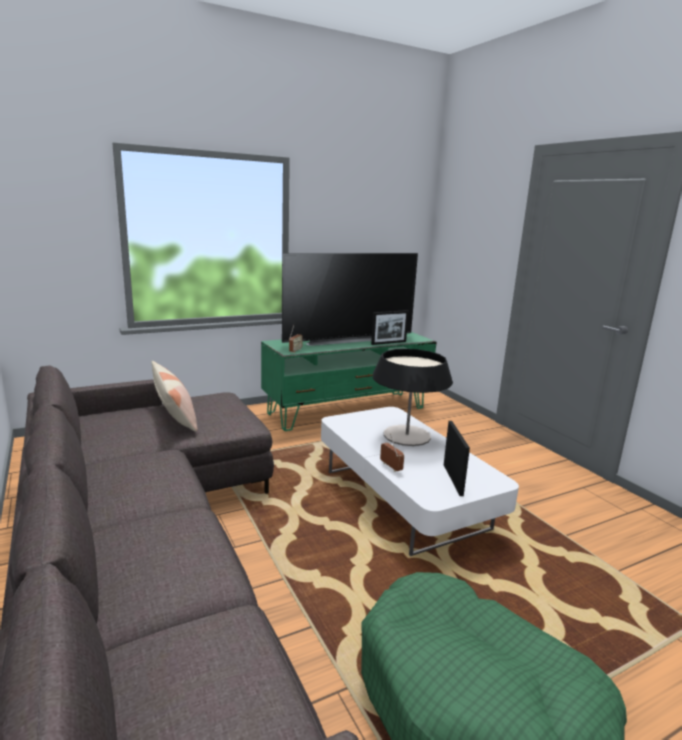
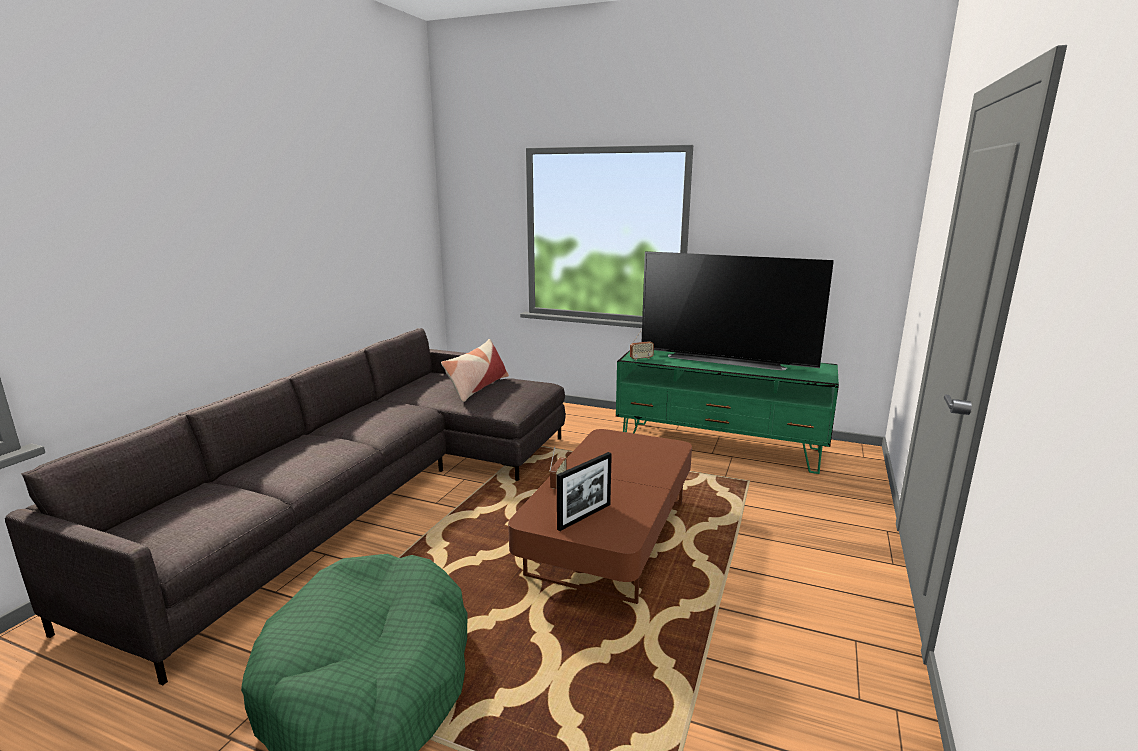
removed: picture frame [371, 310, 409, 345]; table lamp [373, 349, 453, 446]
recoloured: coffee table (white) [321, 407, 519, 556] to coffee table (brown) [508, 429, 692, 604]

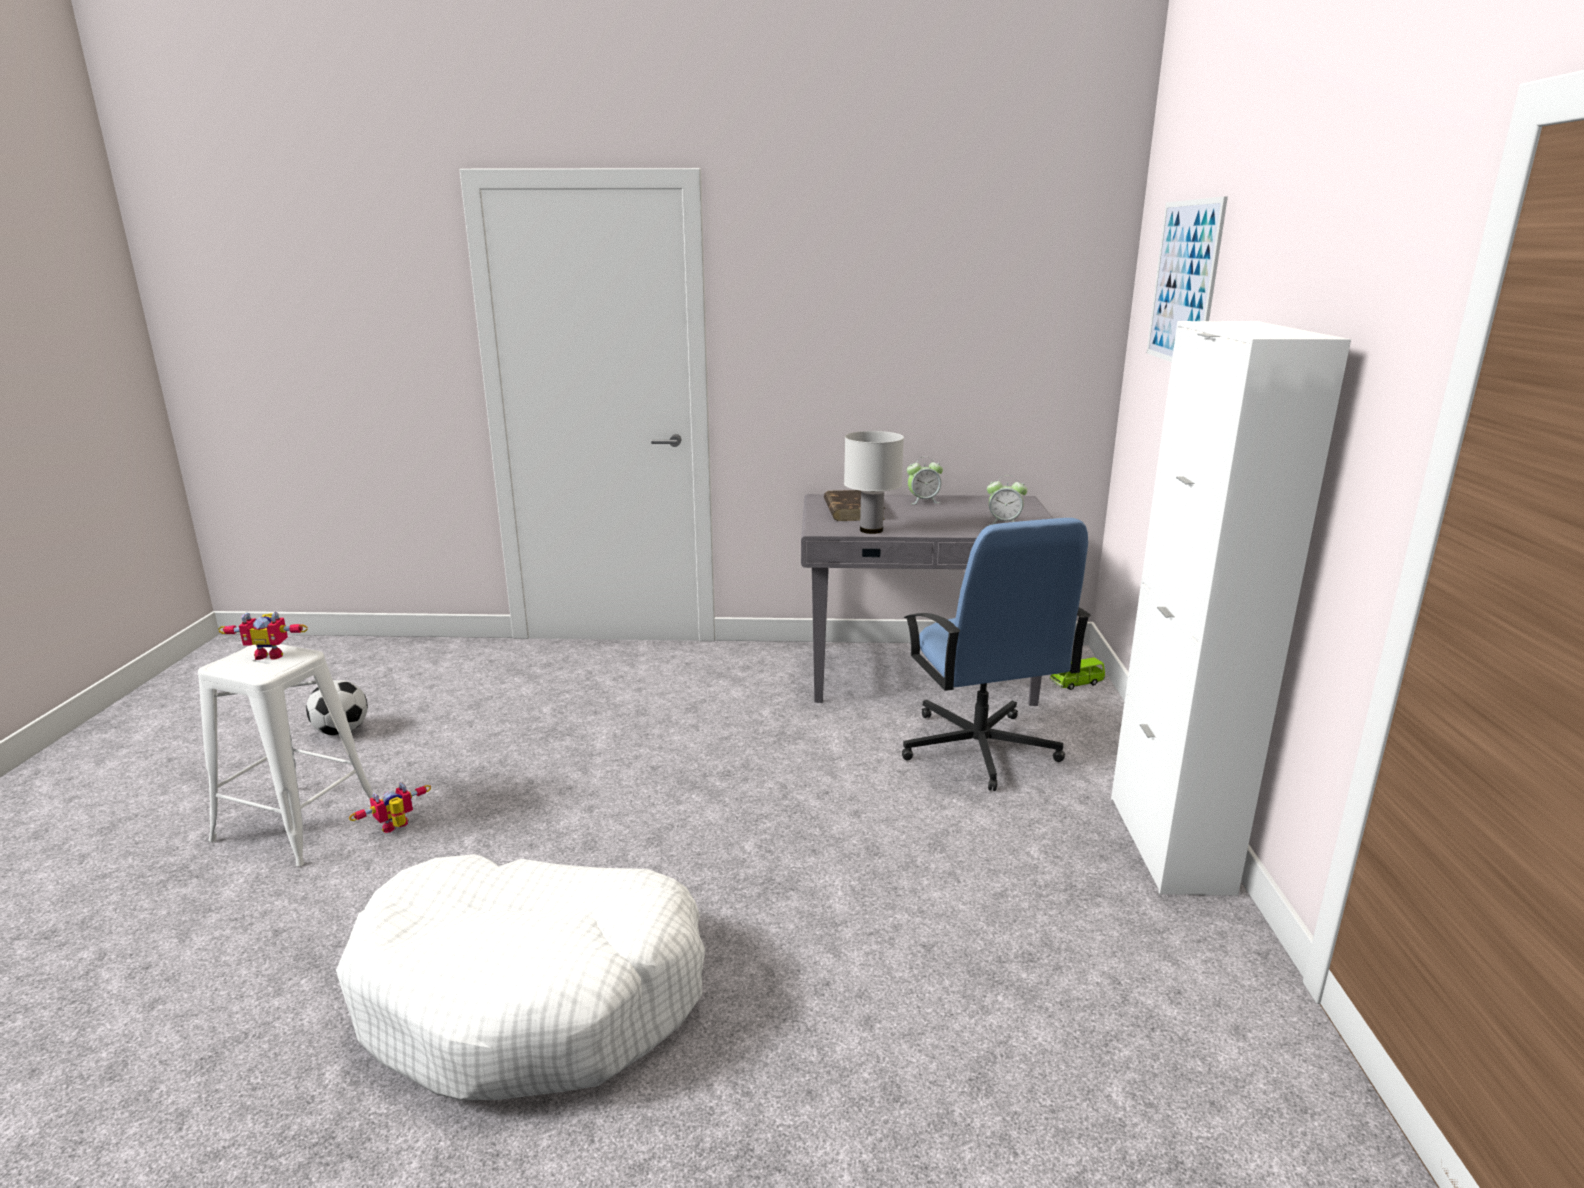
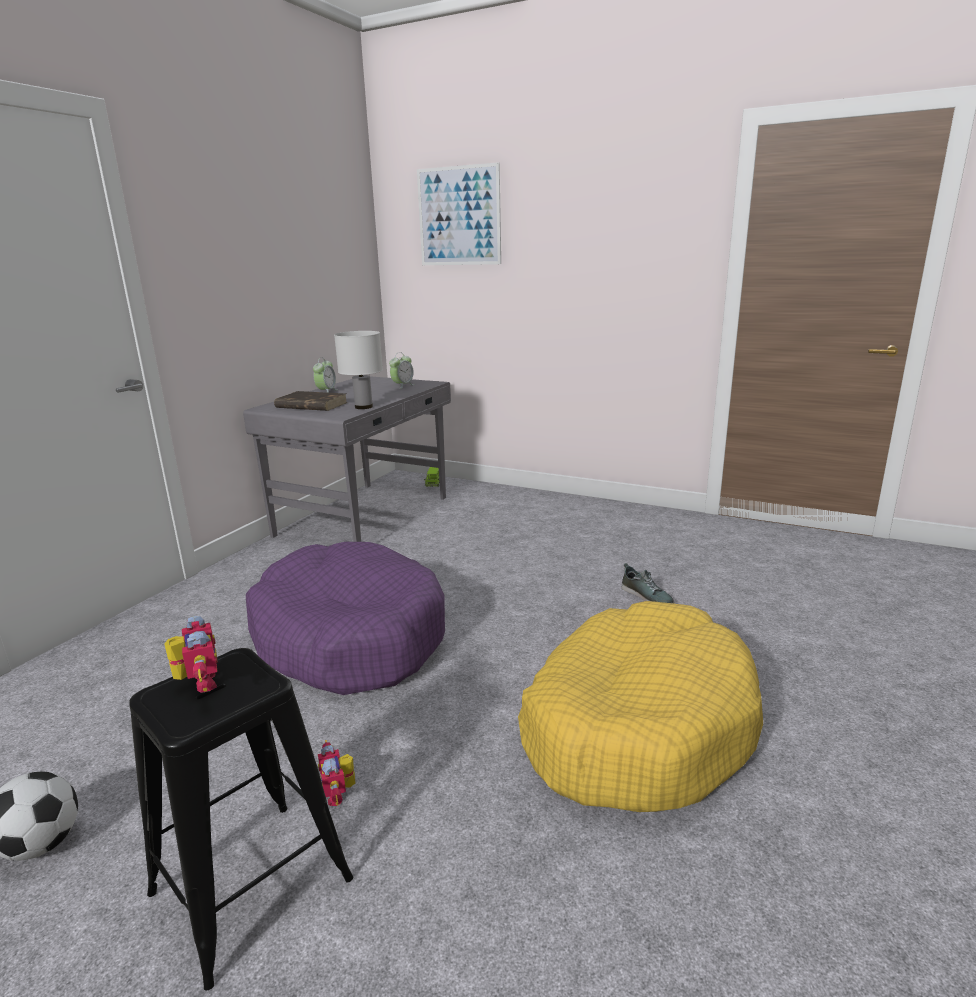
removed: cabinet (white) [1111, 321, 1351, 896]; office chair (blue) [902, 518, 1091, 791]
added: dog bed (purple) [246, 542, 445, 695]; shoe [622, 563, 674, 604]
recoloured: stool (white) [198, 644, 373, 866] to stool (black) [129, 648, 353, 991]; dog bed (white) [336, 854, 706, 1100] to dog bed (yellow) [518, 601, 763, 812]
turned: toy robot [218, 612, 308, 660] = [164, 616, 218, 693] 45 degrees counterclockwise

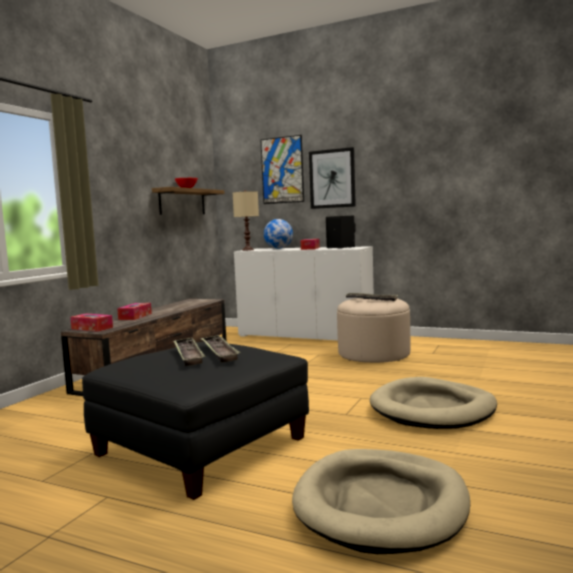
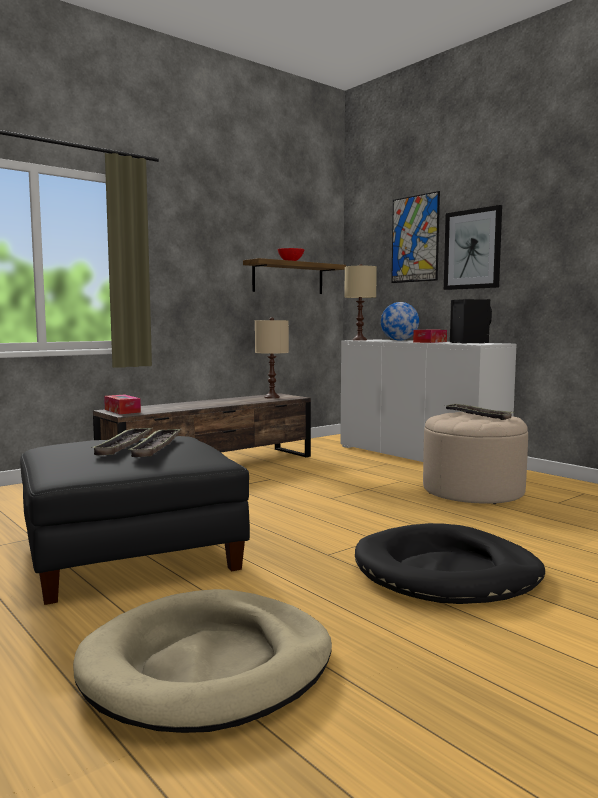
removed: tissue box [117, 303, 152, 320]
added: table lamp (beige) [255, 317, 289, 399]
recoloured: dog bed (beige) [370, 377, 497, 429] to dog bed (black) [355, 523, 545, 604]

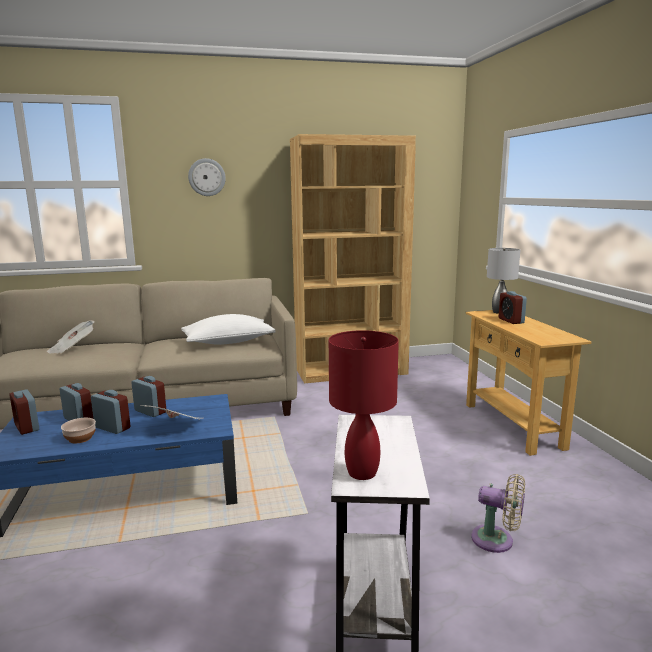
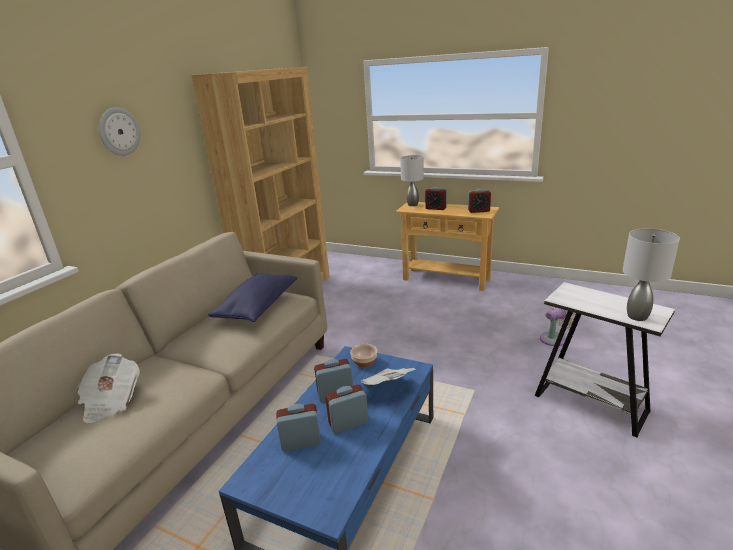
moved: alarm clock [9, 389, 39, 435] to [468, 189, 491, 213]; bowl [61, 418, 96, 443] to [350, 344, 377, 368]
recoloured: pillow (white) [181, 314, 276, 345] to pillow (blue) [208, 274, 297, 322]; table lamp (red) [329, 330, 399, 480] to table lamp (grey) [623, 228, 680, 321]

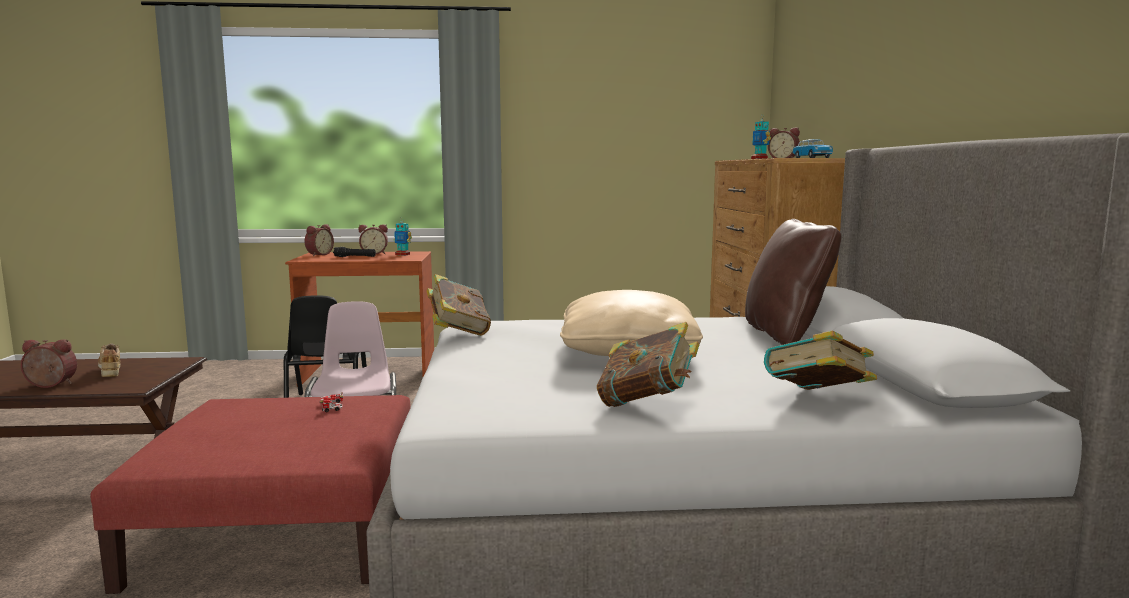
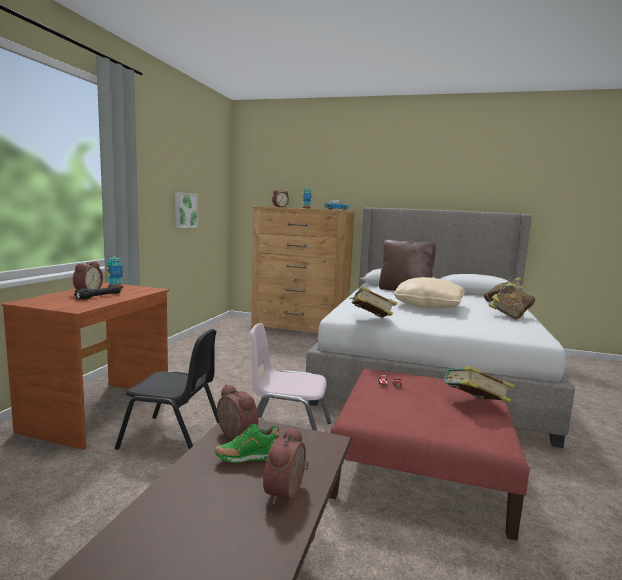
added: picture [175, 192, 198, 228]; book [443, 366, 514, 402]
moved: alarm clock [305, 224, 334, 256] to [217, 384, 259, 440]
recoloured: shoe (beige) [98, 343, 121, 377] to shoe (green) [214, 424, 279, 463]

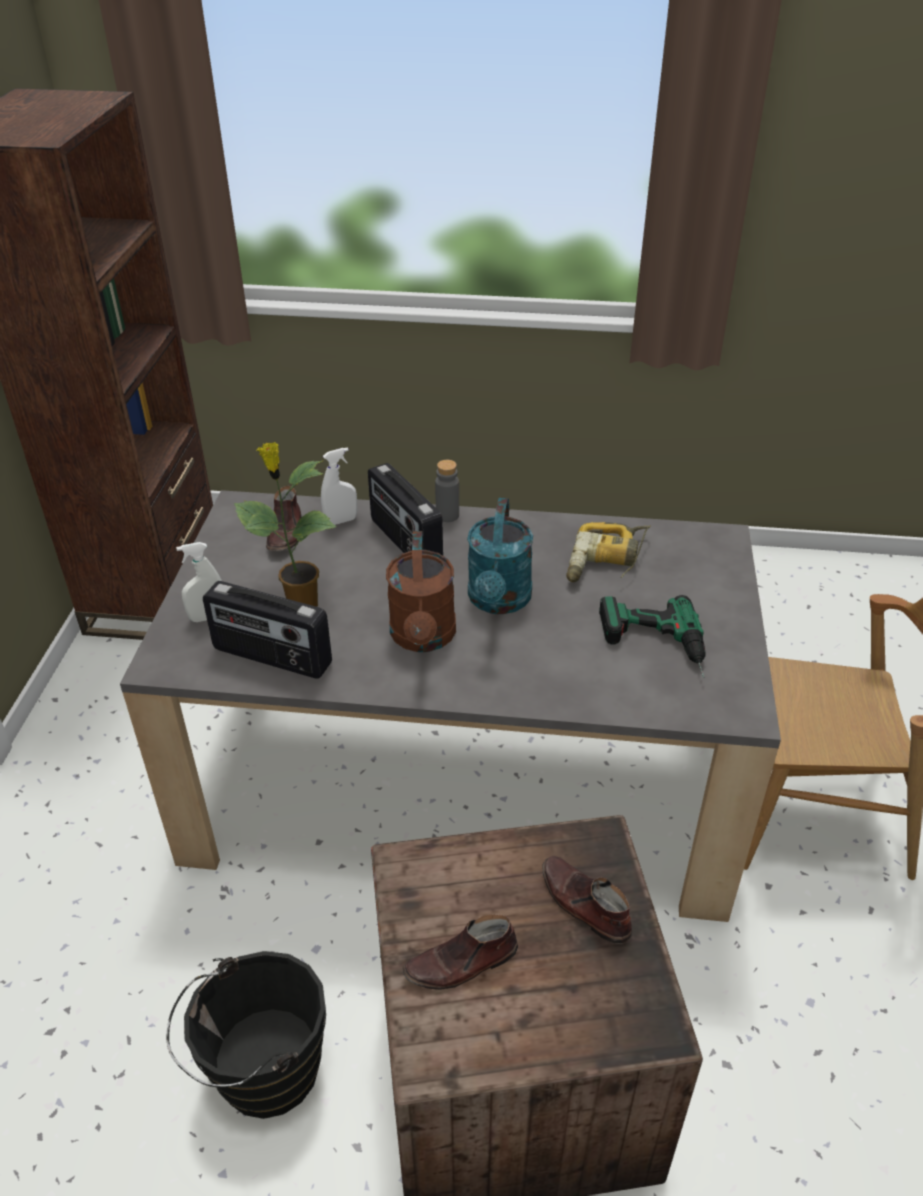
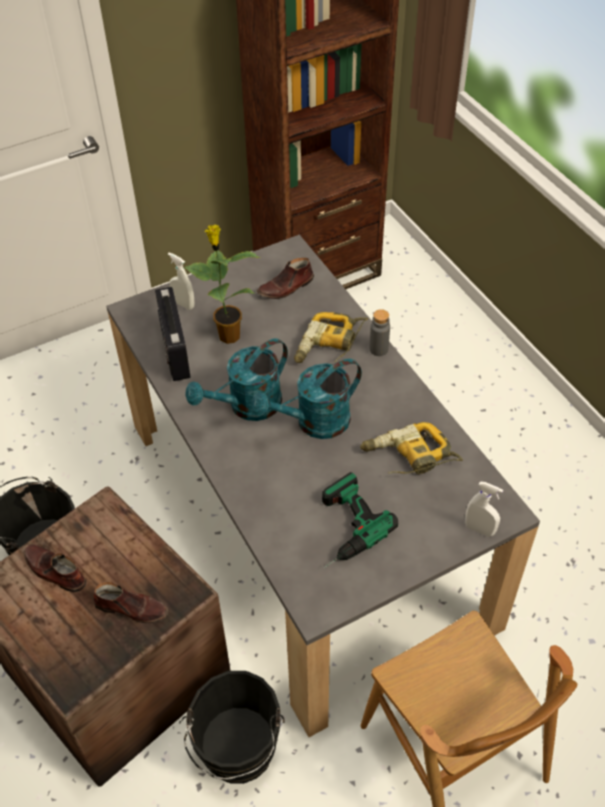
added: bucket (black) [179, 671, 285, 784]
moved: spray bottle (white) [321, 447, 357, 525] to [465, 481, 503, 537]
replaced: radio [368, 463, 443, 556] to power drill [294, 312, 368, 363]
recoloured: watering can (brown) [386, 531, 456, 652] to watering can (turquoise) [185, 338, 288, 421]
turned: shoe (brown) [542, 856, 632, 944] = [94, 582, 168, 623] 90 degrees clockwise

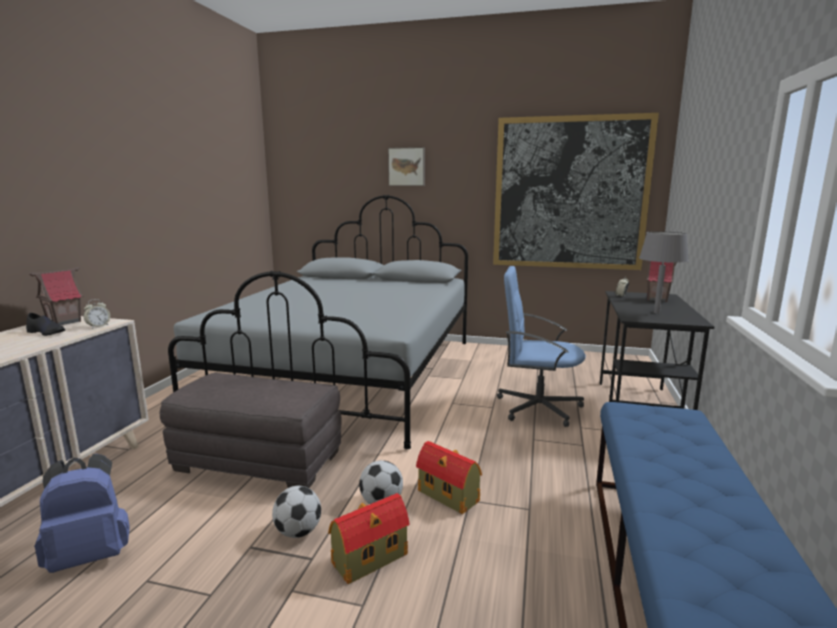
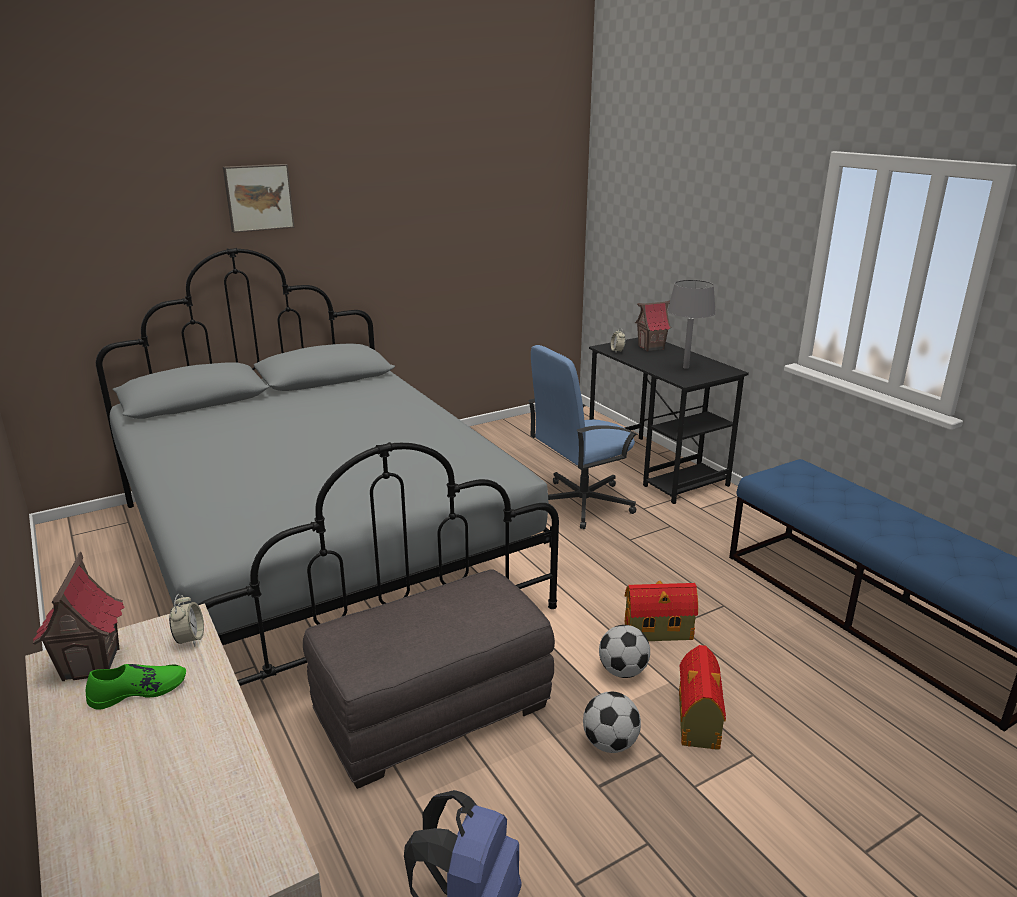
removed: picture [493, 113, 659, 270]
recoloured: shoe (black) [26, 313, 65, 336] to shoe (green) [85, 664, 186, 710]

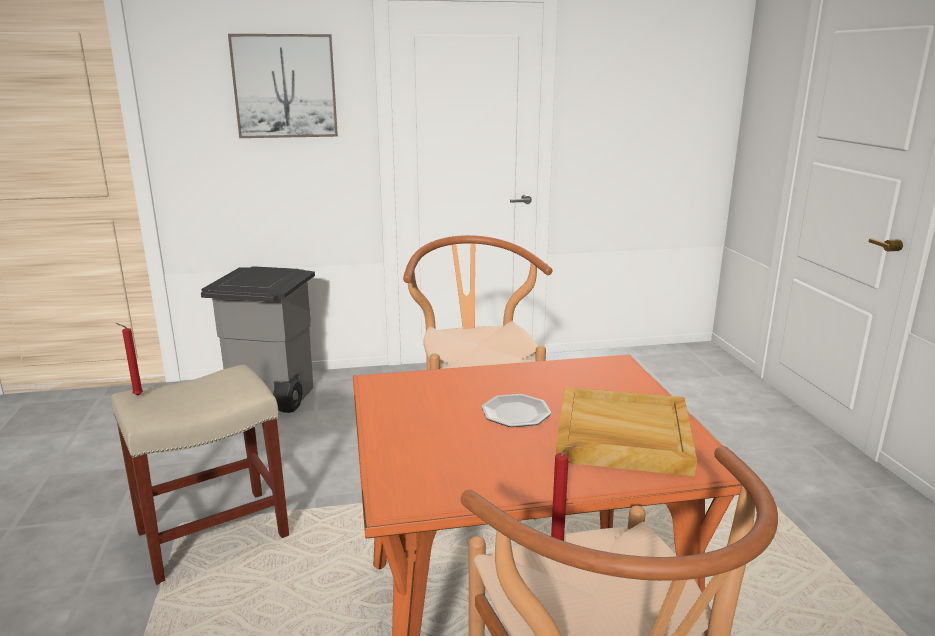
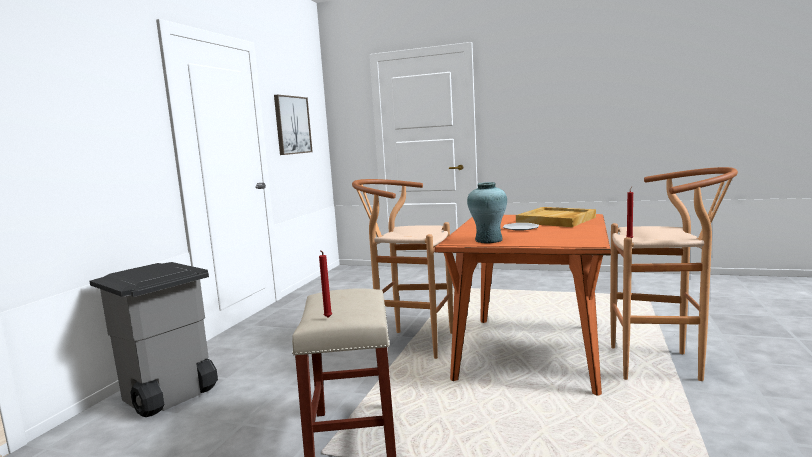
added: vase (turquoise) [467, 182, 507, 243]
moved: picture [228, 34, 338, 138] to [274, 95, 313, 155]

